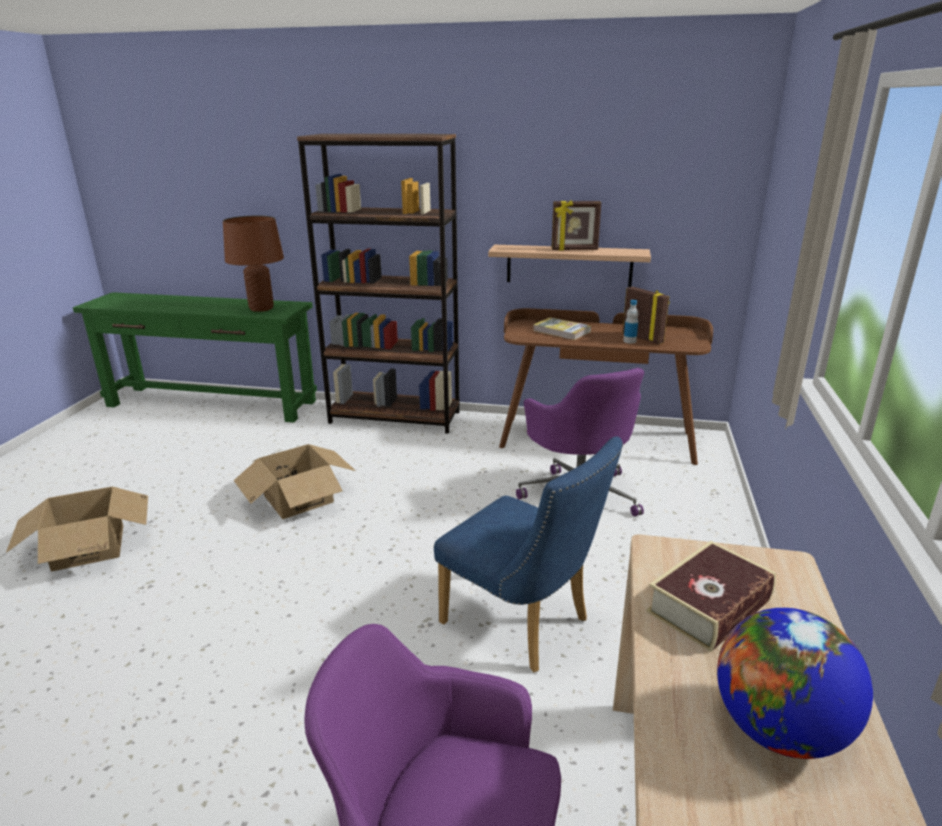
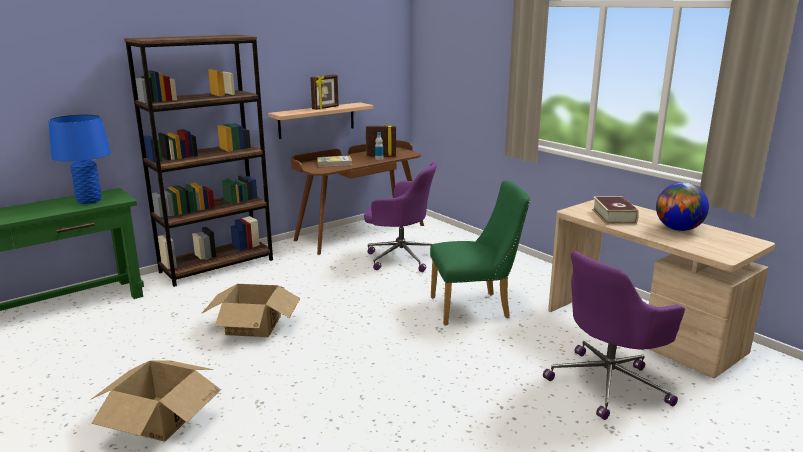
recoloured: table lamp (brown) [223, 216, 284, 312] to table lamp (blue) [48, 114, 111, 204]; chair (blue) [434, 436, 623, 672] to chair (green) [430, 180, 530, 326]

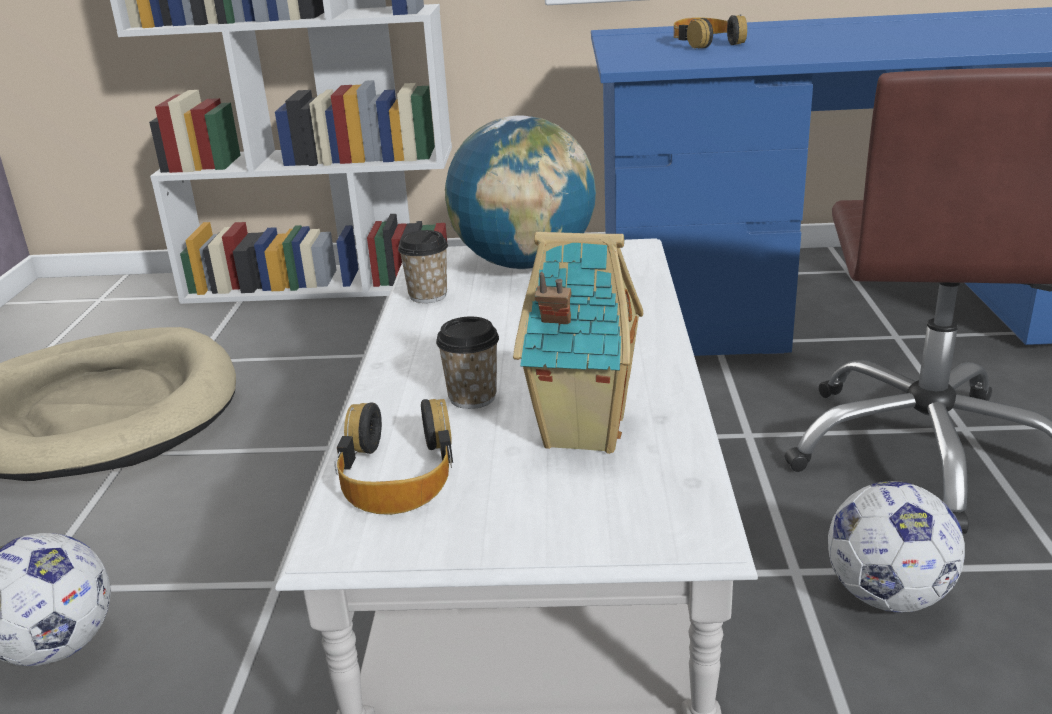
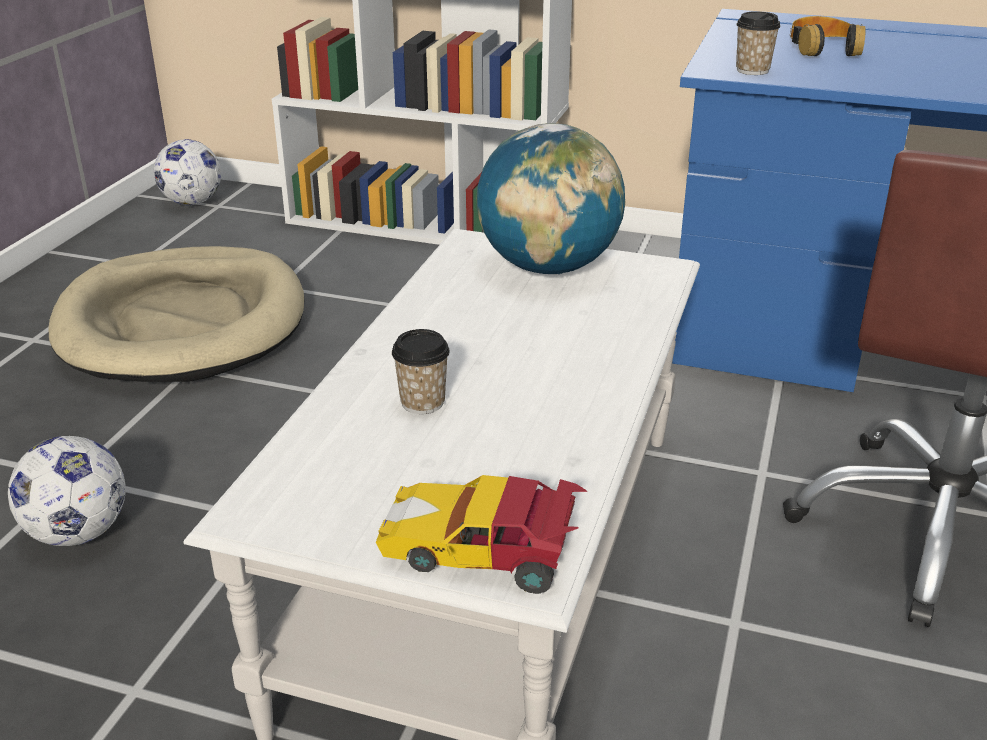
removed: toy house [513, 232, 643, 454]; headphones [334, 399, 453, 515]
added: toy car [376, 475, 587, 594]
moved: cup [398, 230, 448, 303] to [736, 11, 780, 75]; football [828, 481, 965, 613] to [154, 139, 221, 205]

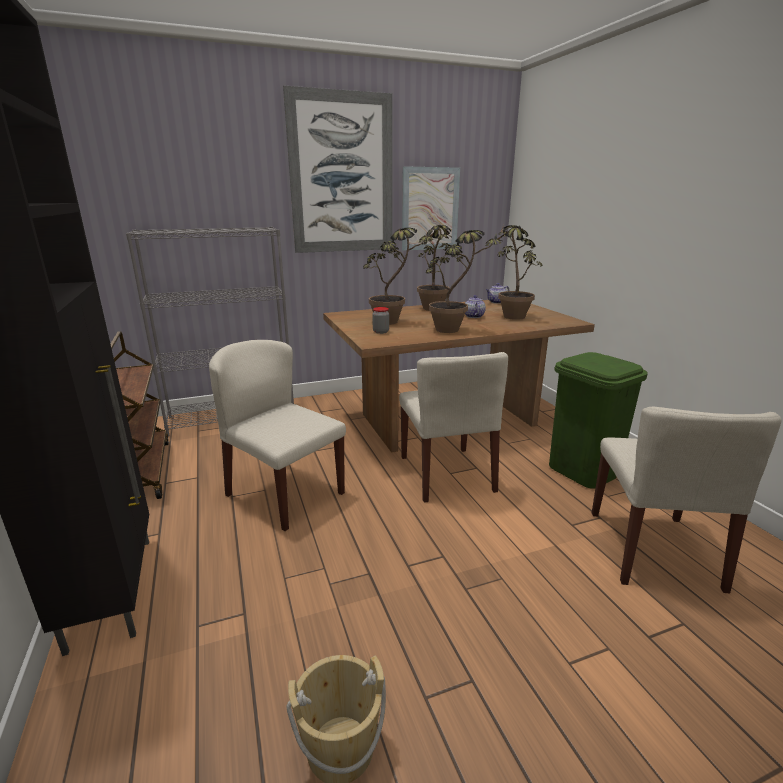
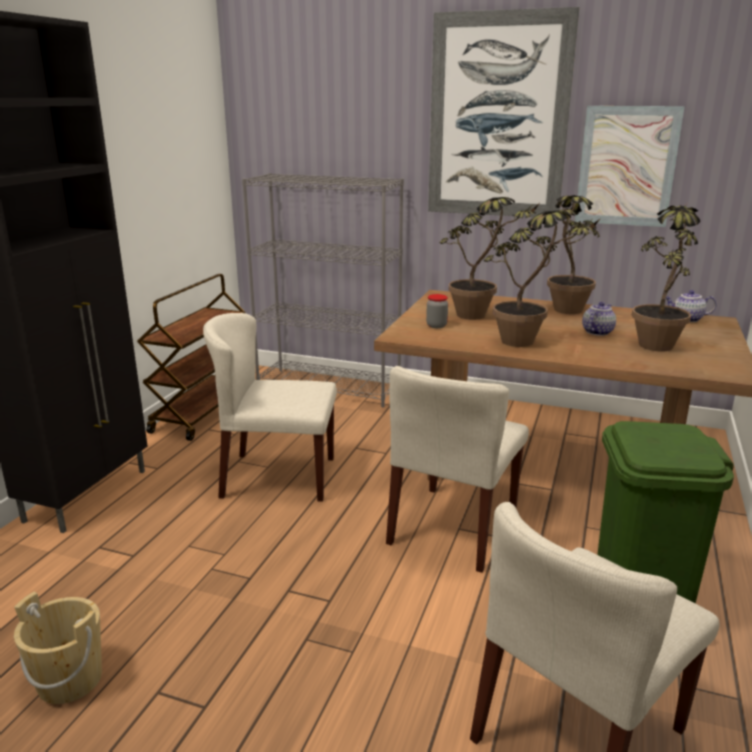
turned: chair (beige) [209, 340, 346, 531] = [203, 313, 337, 502] 75 degrees counterclockwise

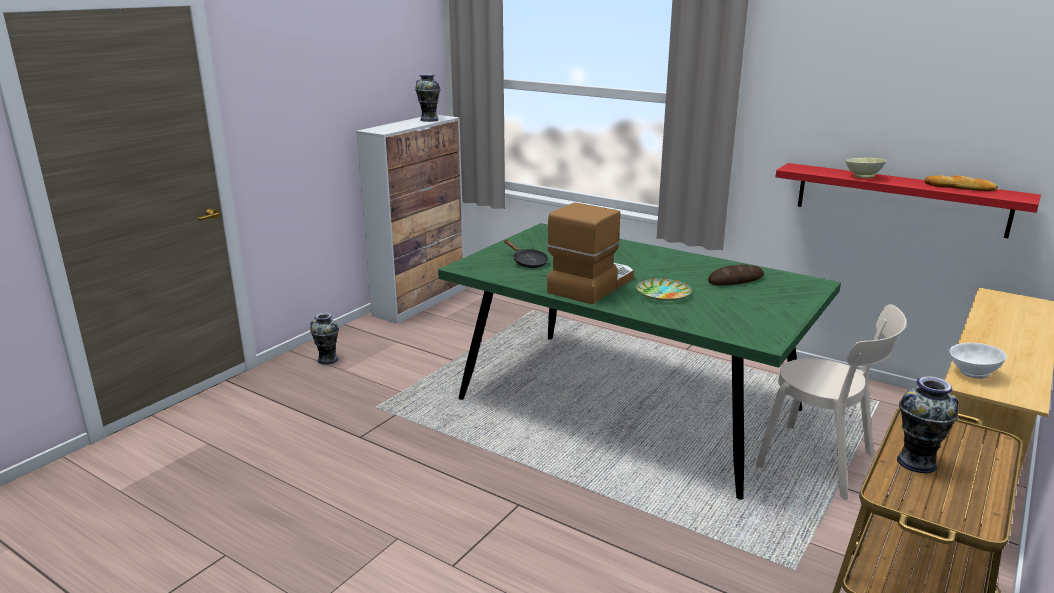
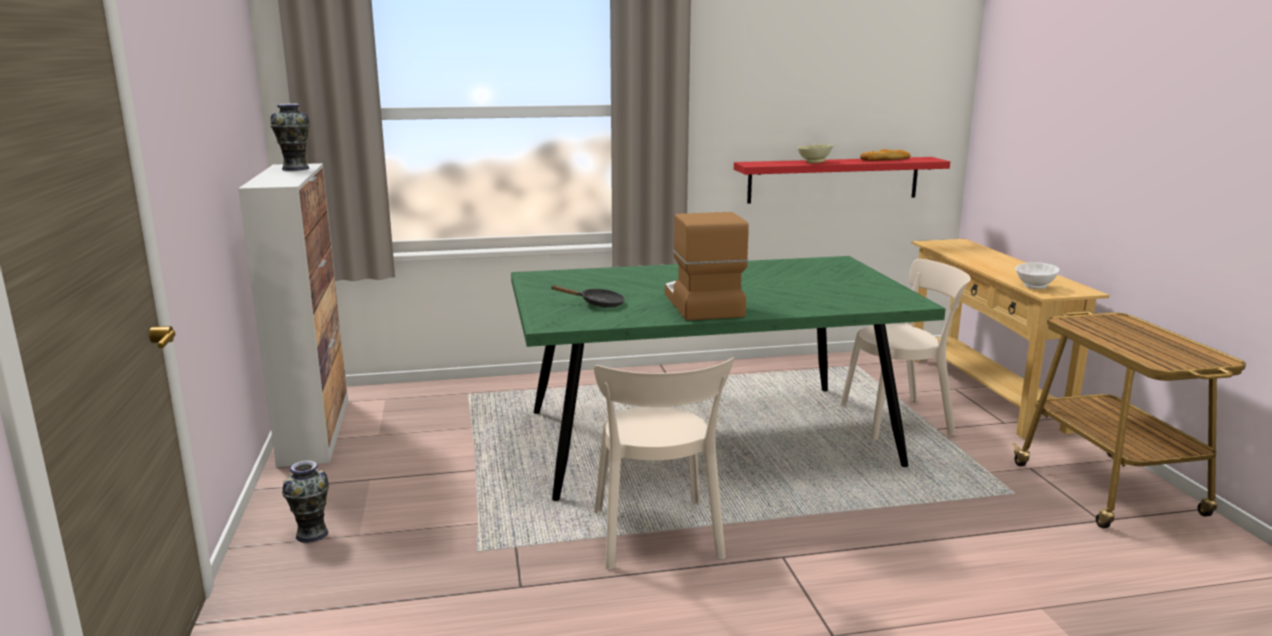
removed: bread [708, 264, 764, 285]; plate [636, 278, 692, 301]; vase [897, 376, 959, 473]
added: chair (beige) [594, 357, 734, 570]

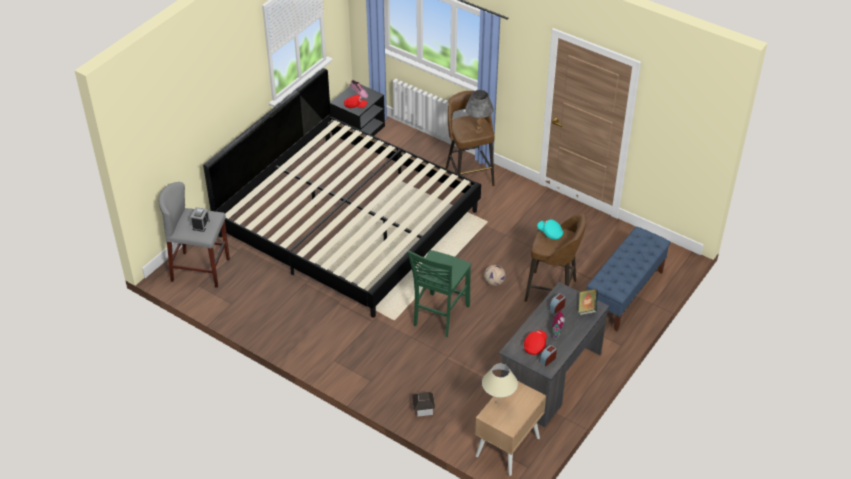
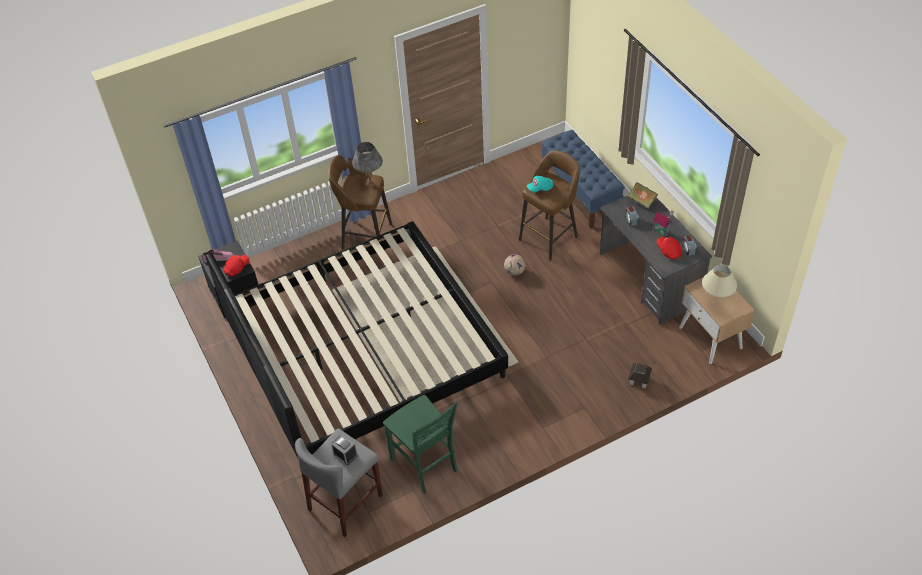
moved: chair (green) [408, 250, 471, 337] to [383, 395, 458, 494]

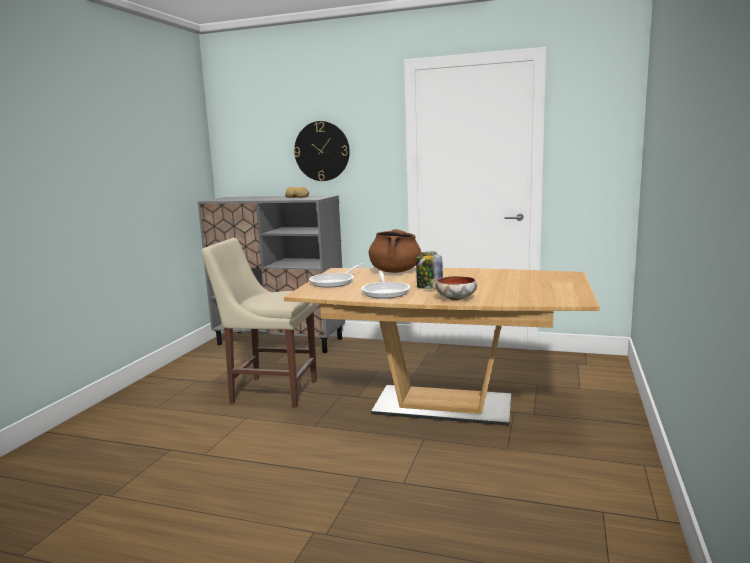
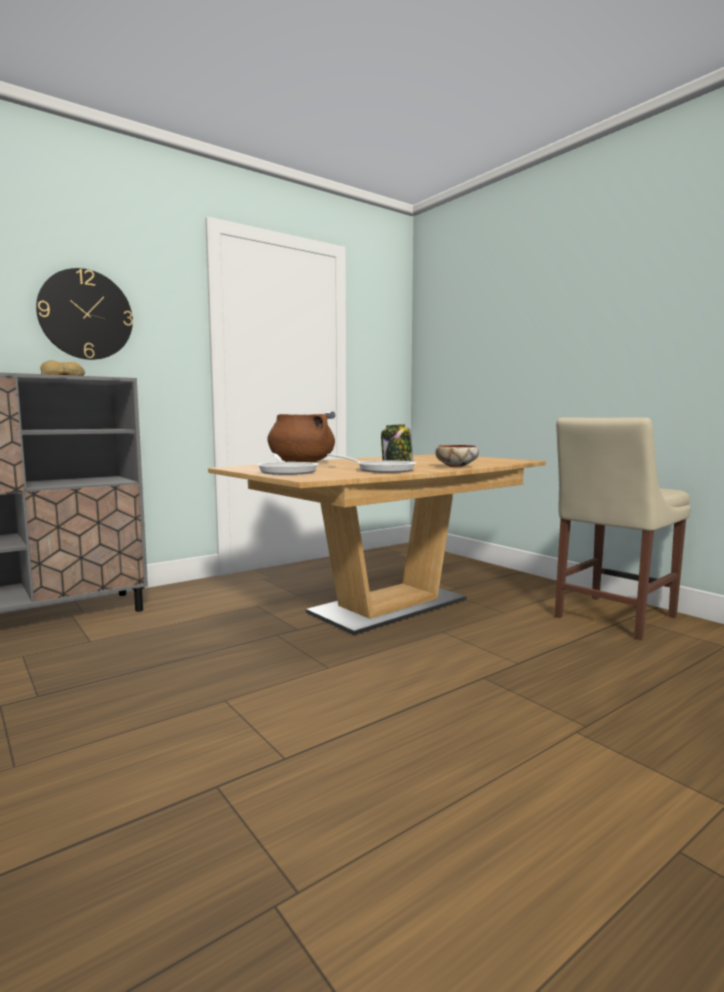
moved: chair (beige) [201, 238, 317, 408] to [555, 417, 691, 640]

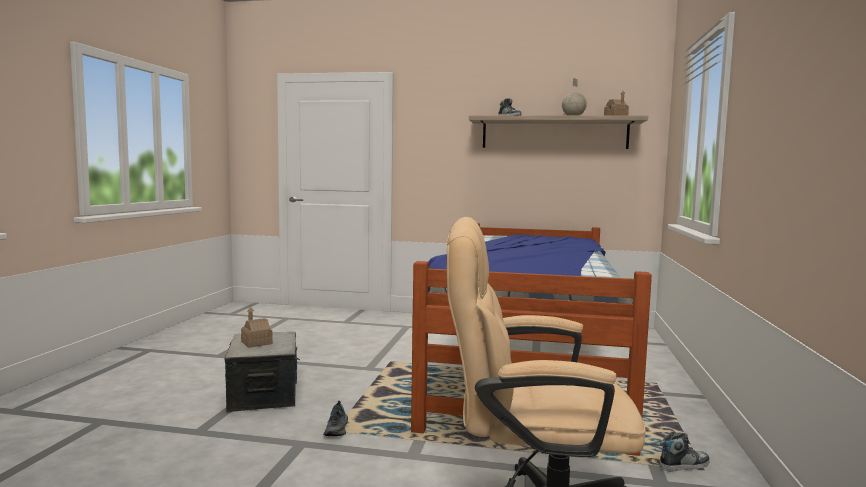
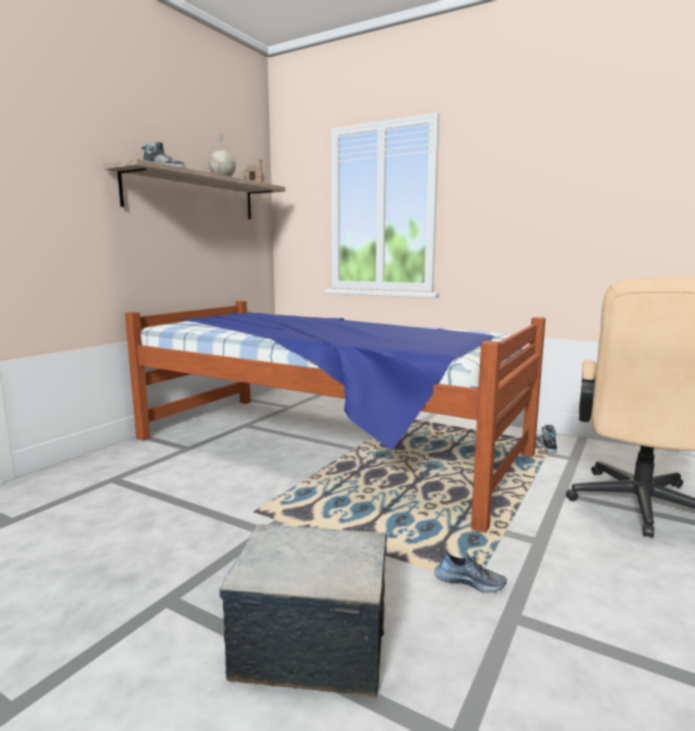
removed: toy house [241, 307, 273, 348]

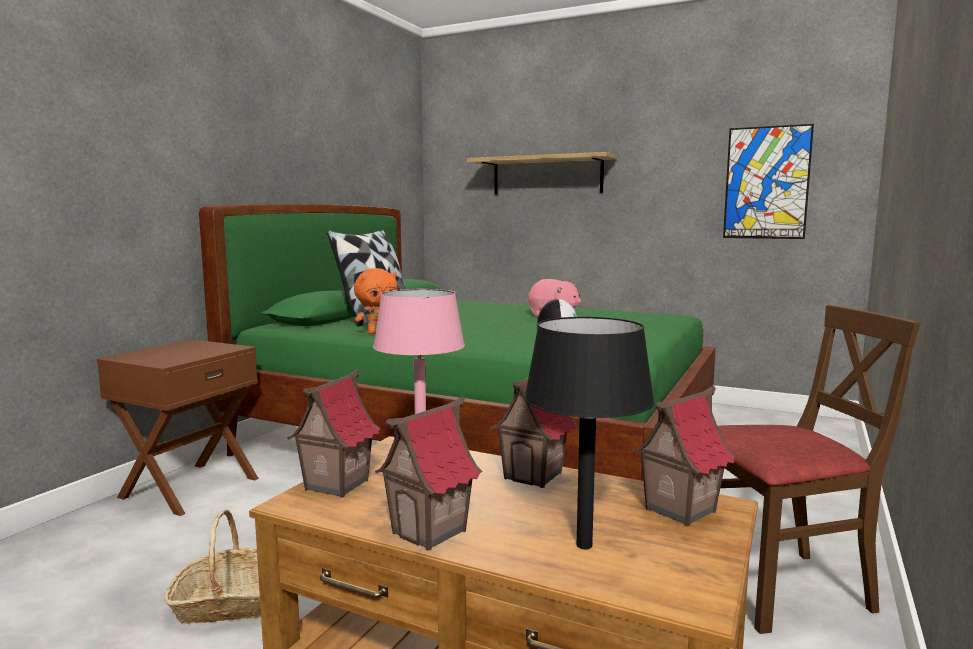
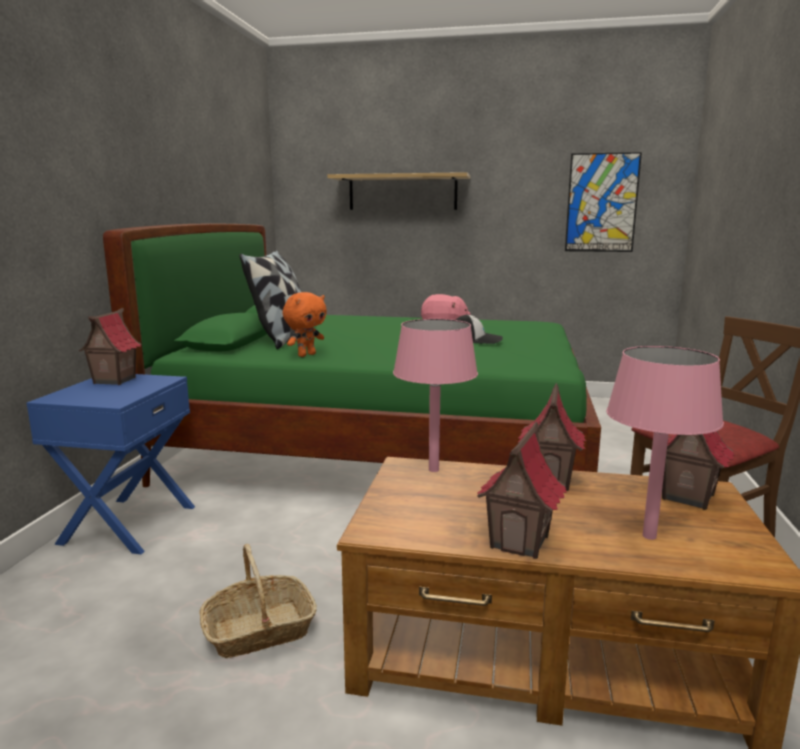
moved: toy house [287, 369, 381, 498] to [78, 308, 141, 385]
recoloured: table lamp (black) [524, 317, 655, 549] to table lamp (pink) [606, 346, 724, 540]; nightstand (brown) [97, 340, 259, 516] to nightstand (blue) [26, 374, 195, 554]

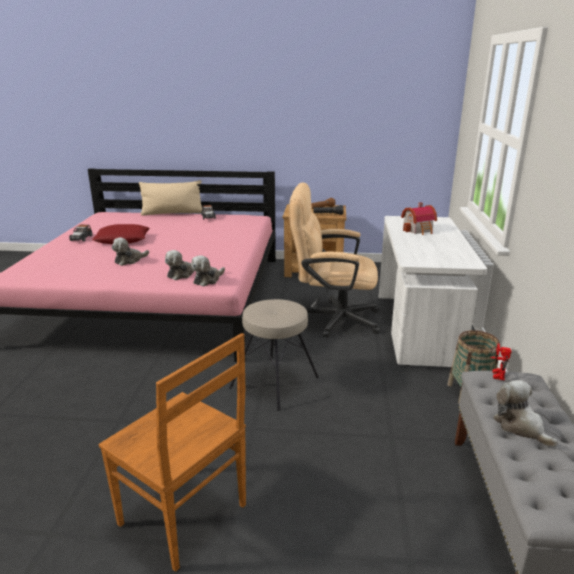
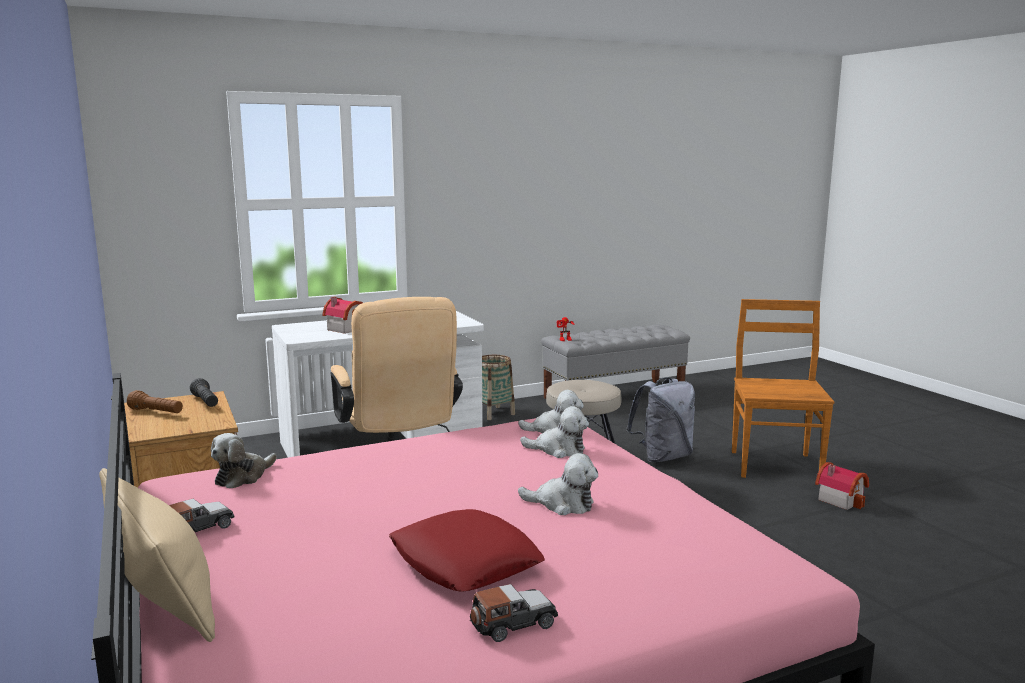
added: backpack (grey) [626, 377, 695, 463]; toy house [815, 462, 869, 510]
moved: plush toy [493, 380, 558, 447] to [211, 433, 277, 488]

